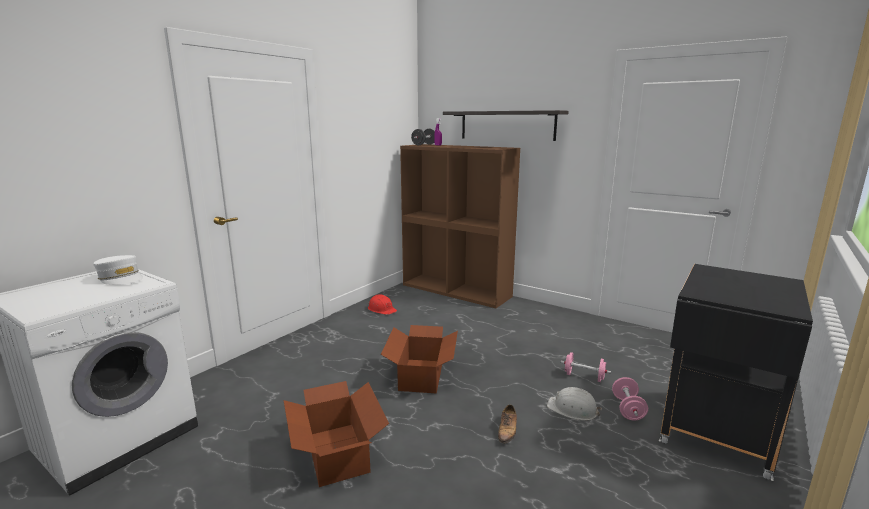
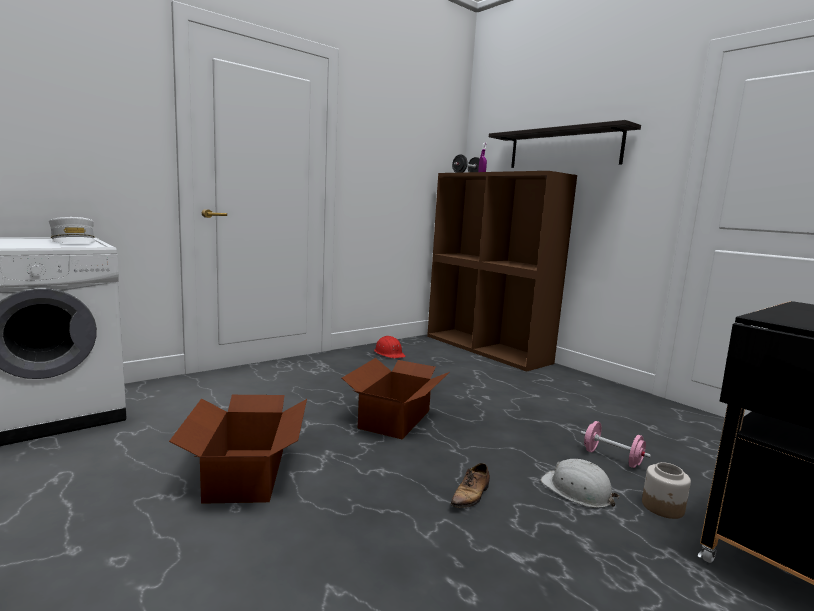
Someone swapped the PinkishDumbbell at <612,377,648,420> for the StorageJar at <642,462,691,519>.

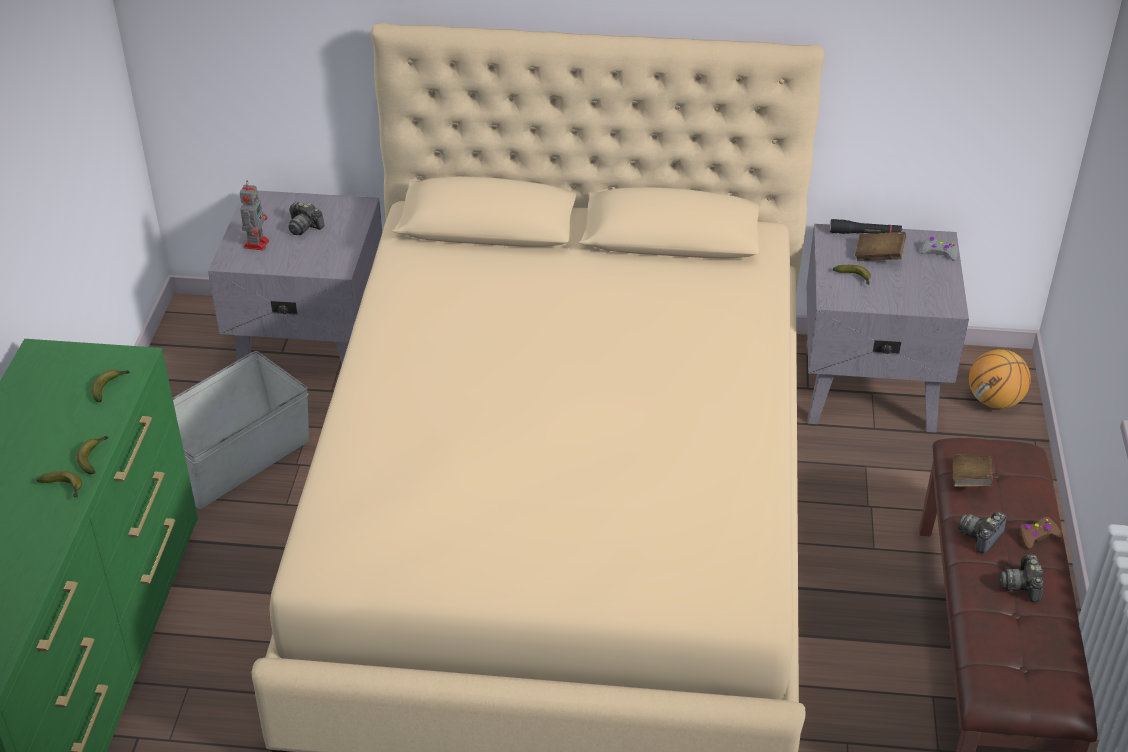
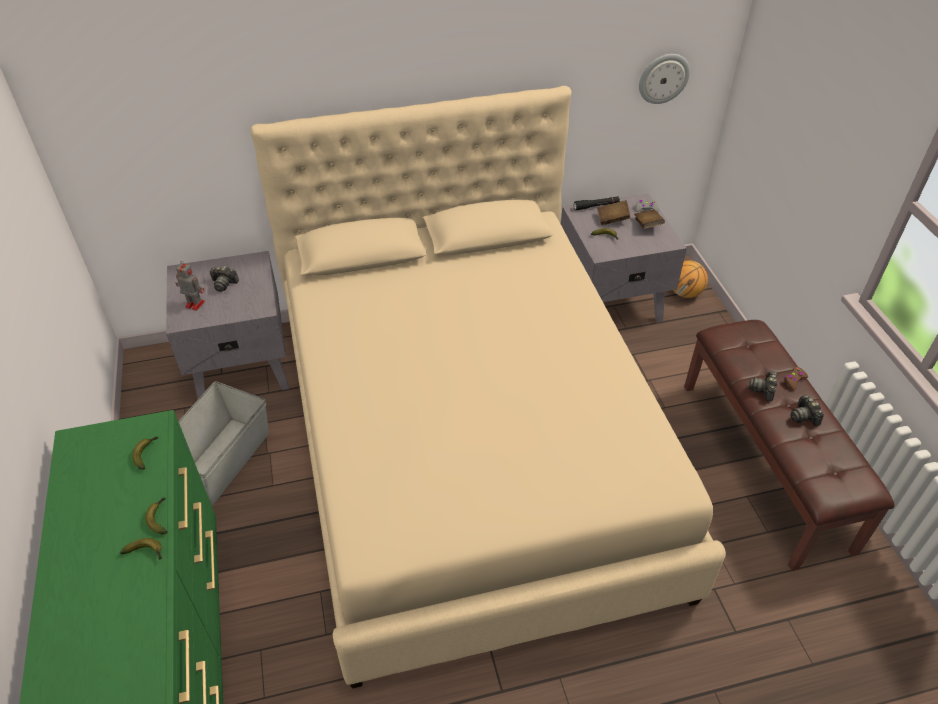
Someone put up the WallClock at <639,54,690,104>.
Someone carried the BrownBoundBook from <952,455,993,487> to <634,209,665,229>.
Someone rotated the ToyRobot at <240,181,269,250> by 60 degrees counterclockwise.

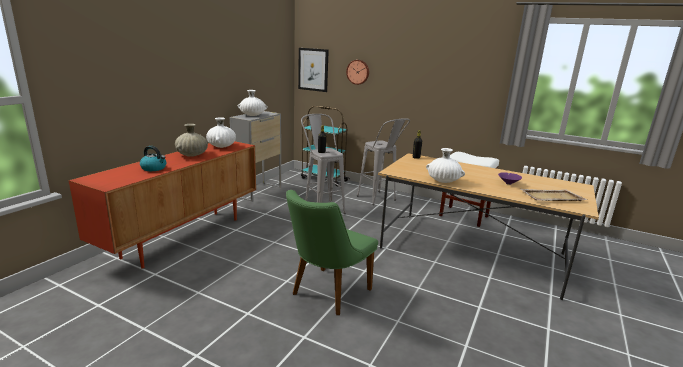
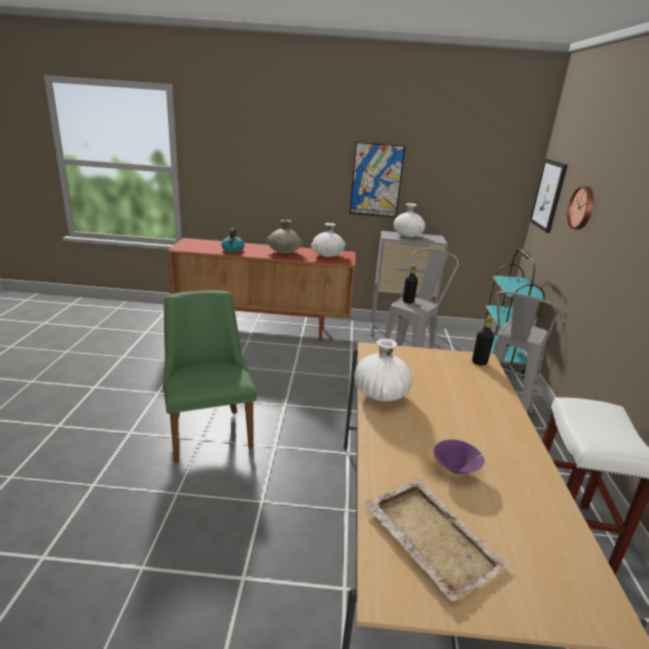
Someone put up the WallArt at <349,142,406,218>.
Someone rotated the GreenUprightChair at <286,190,378,315> by 60 degrees clockwise.

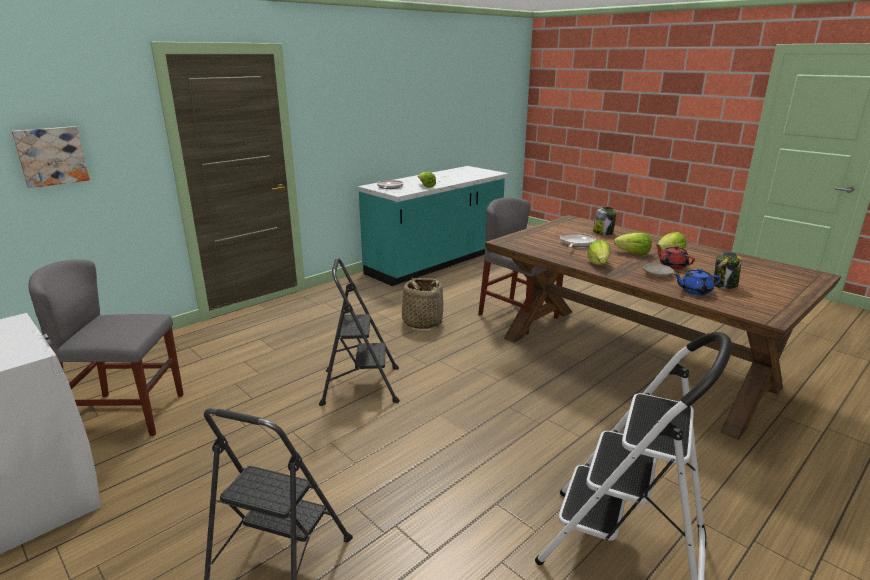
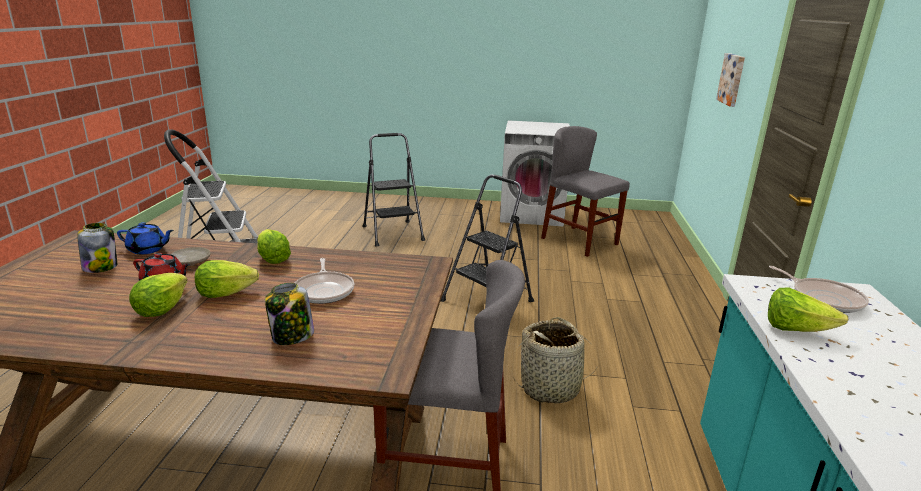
Someone rotated the GrayUprightChair at <28,259,184,436> by 90 degrees counterclockwise.
Someone rotated the BluishTeapot at <674,269,721,295> by 45 degrees clockwise.

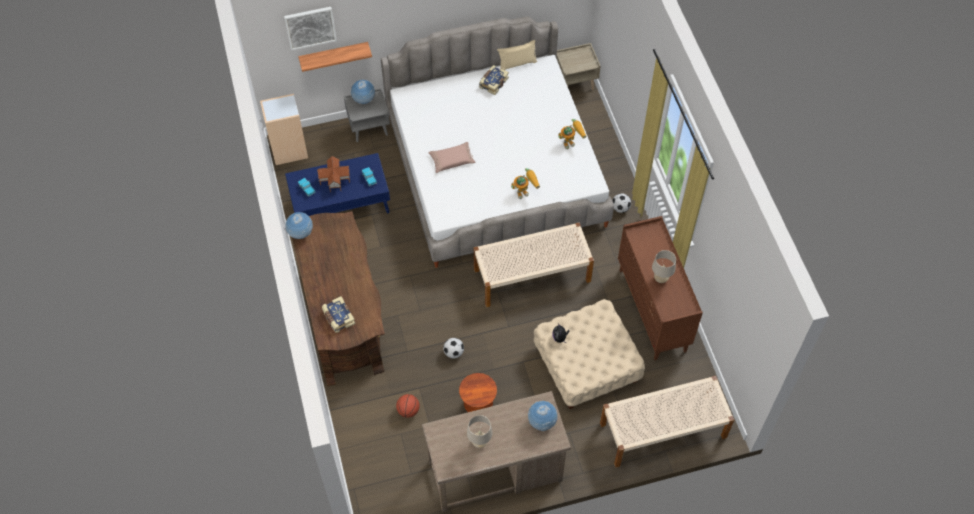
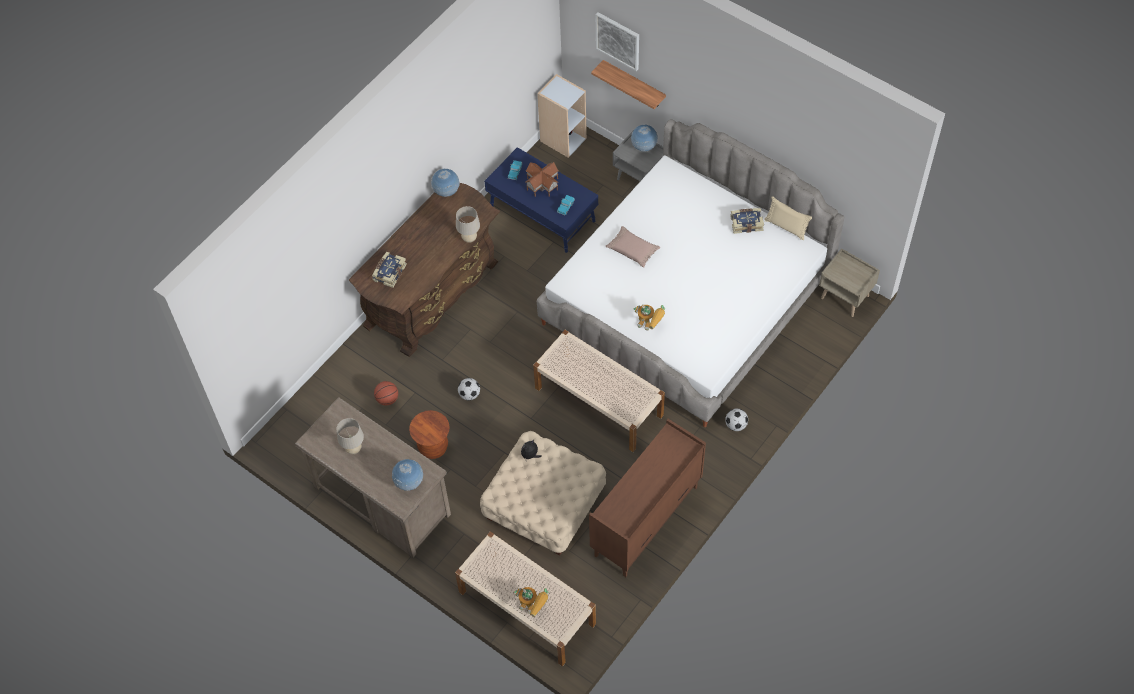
Someone carried the ToyRobot from <558,119,587,149> to <514,587,549,617>.
Someone carried the SandColouredTabletopLamp from <652,250,676,283> to <456,206,480,243>.

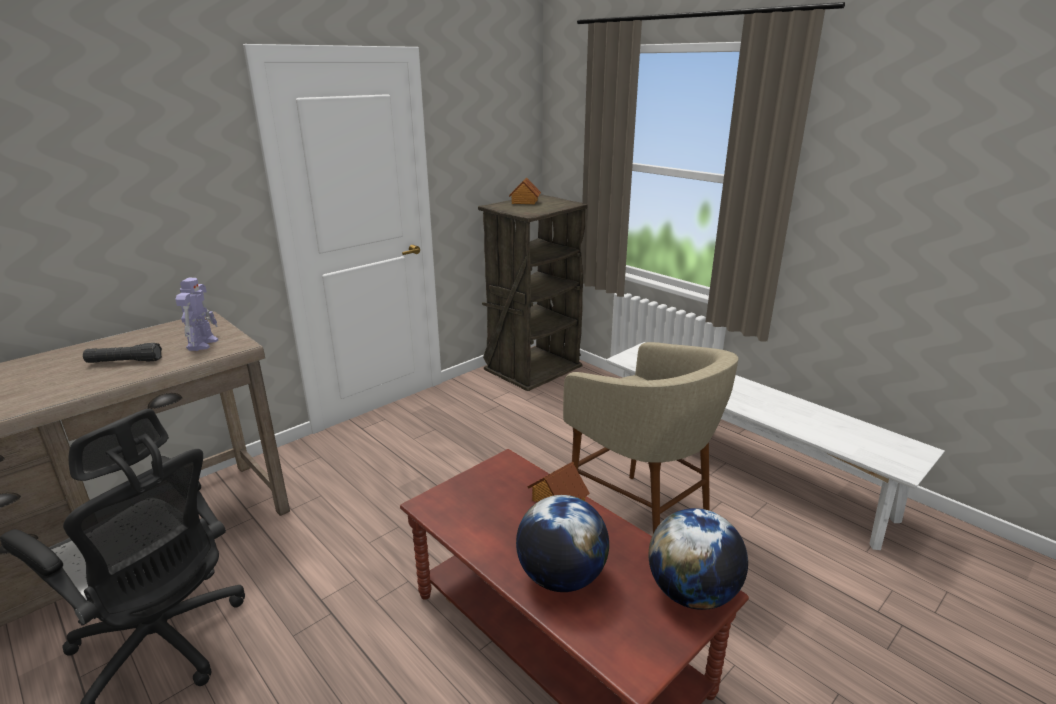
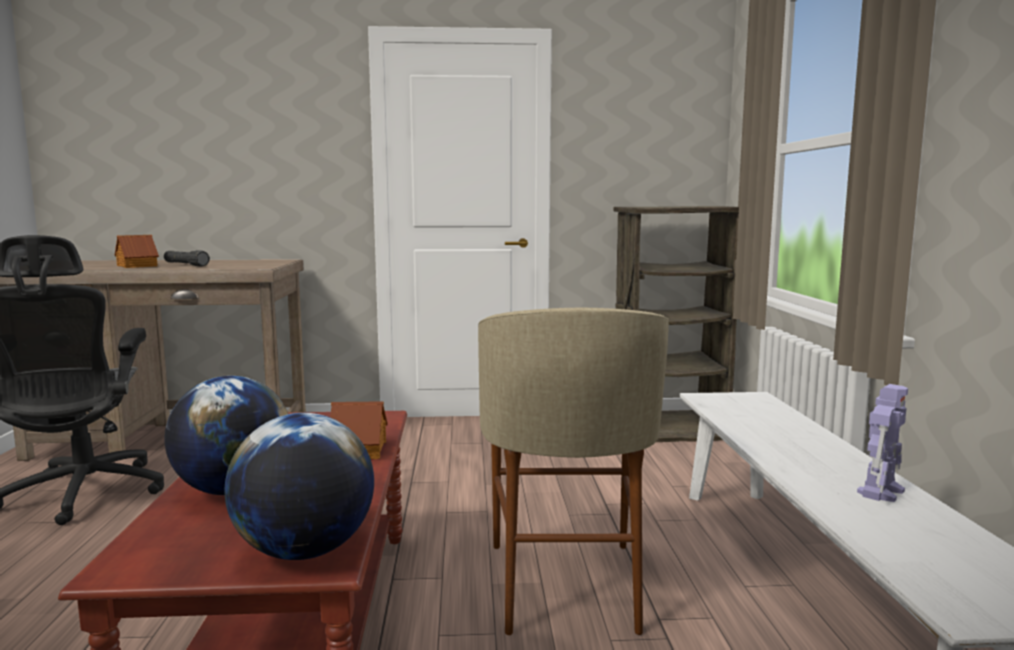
Someone carried the ToyRobot from <175,278,218,351> to <857,384,908,502>.
Someone carried the MiniatureHouse from <509,177,541,205> to <115,235,159,268>.

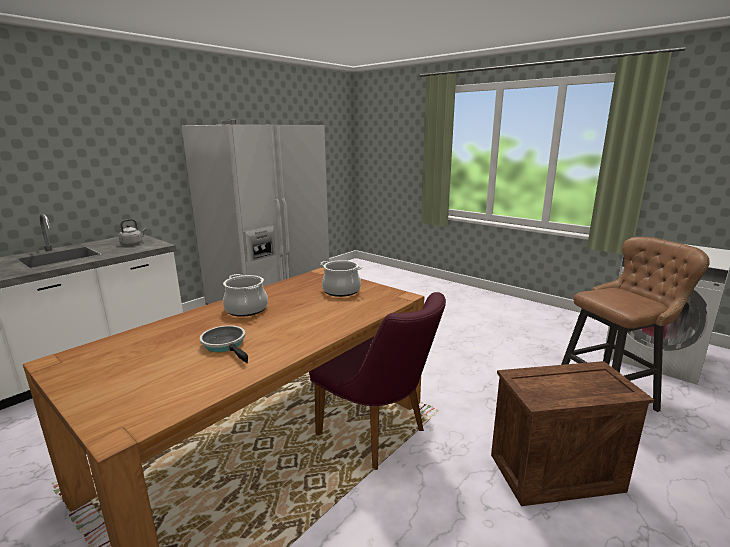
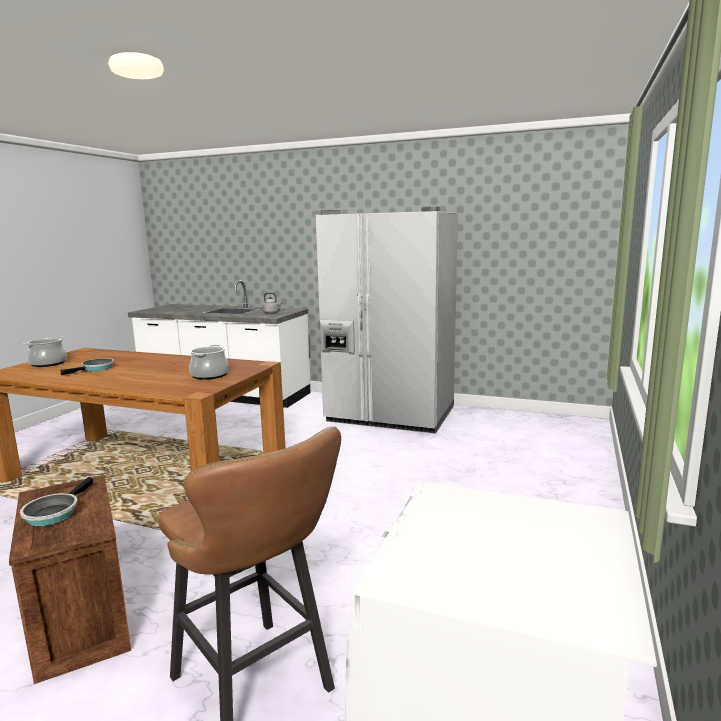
Someone took away the PurpleColouredUprightChair at <309,292,446,470>.
Someone put down the Pan at <20,477,93,526>.
Someone carried the Saucepot from <223,274,268,317> to <23,337,67,367>.

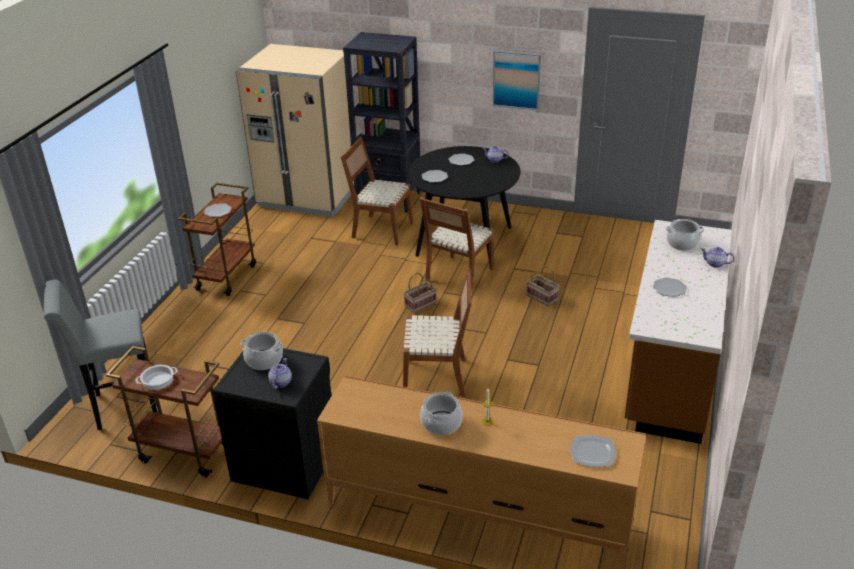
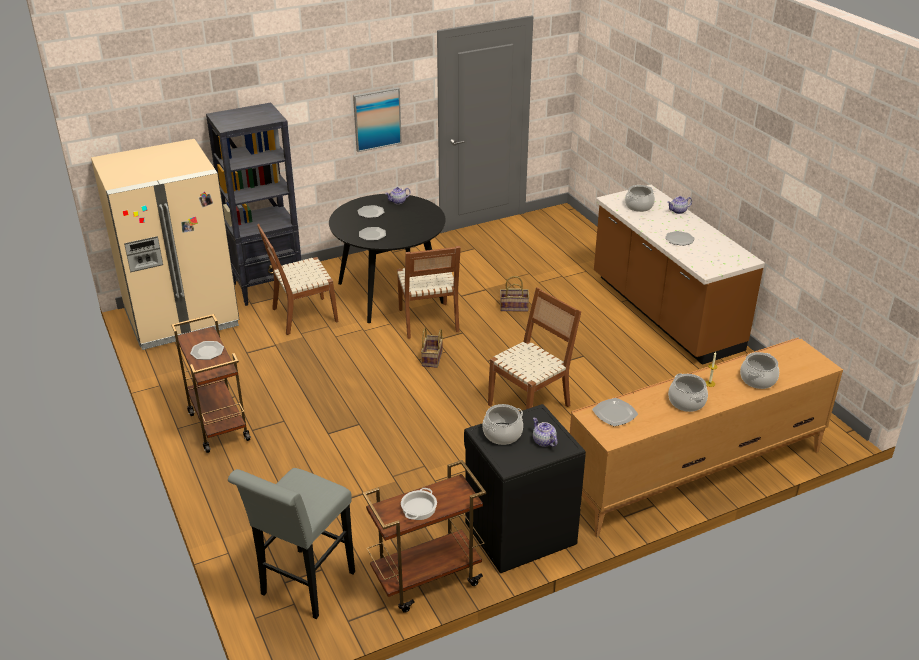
Someone put down the Saucepot at <740,352,779,389>.
Someone carried the FlatDish from <570,435,616,467> to <592,398,638,426>.

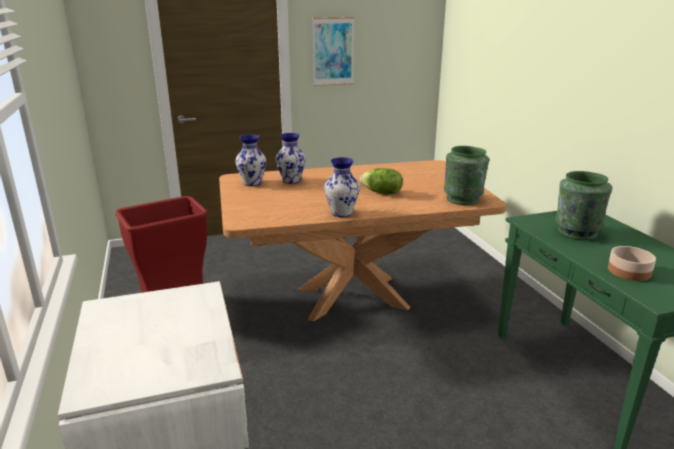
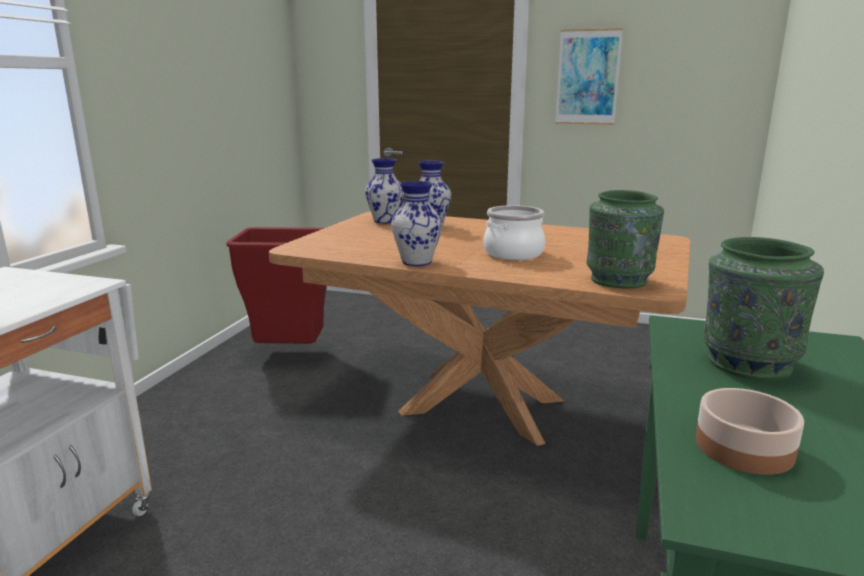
Someone swapped the HeadOfLettuce at <360,168,403,194> for the Saucepot at <483,205,545,260>.

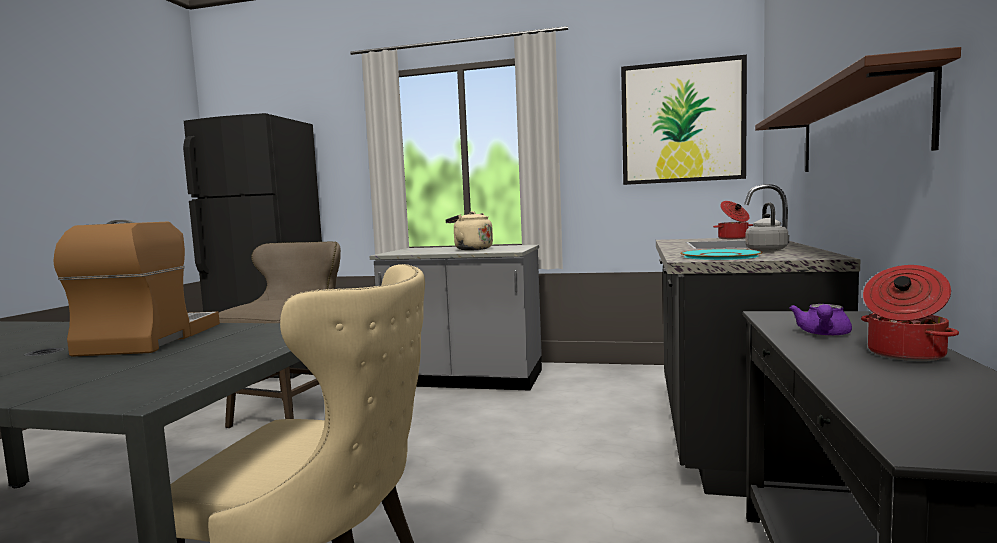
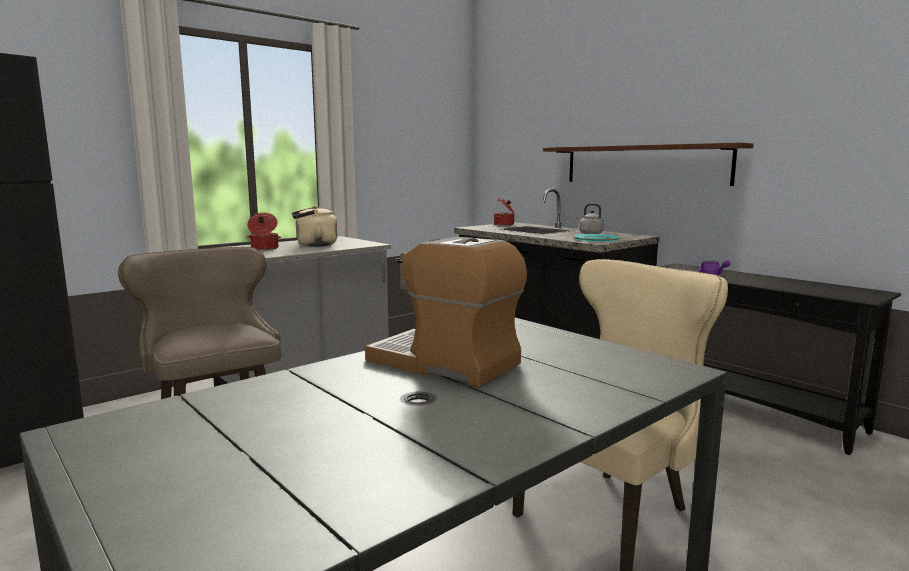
Someone took away the WallArt at <621,54,747,185>.
Someone carried the Saucepot from <861,265,959,361> to <247,213,281,250>.

